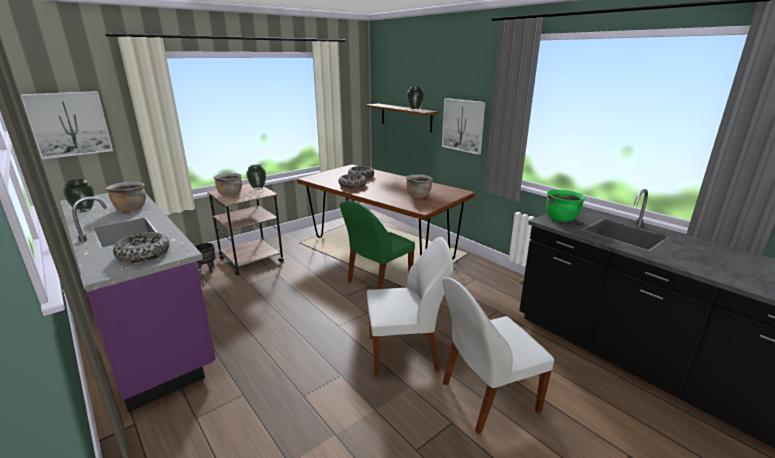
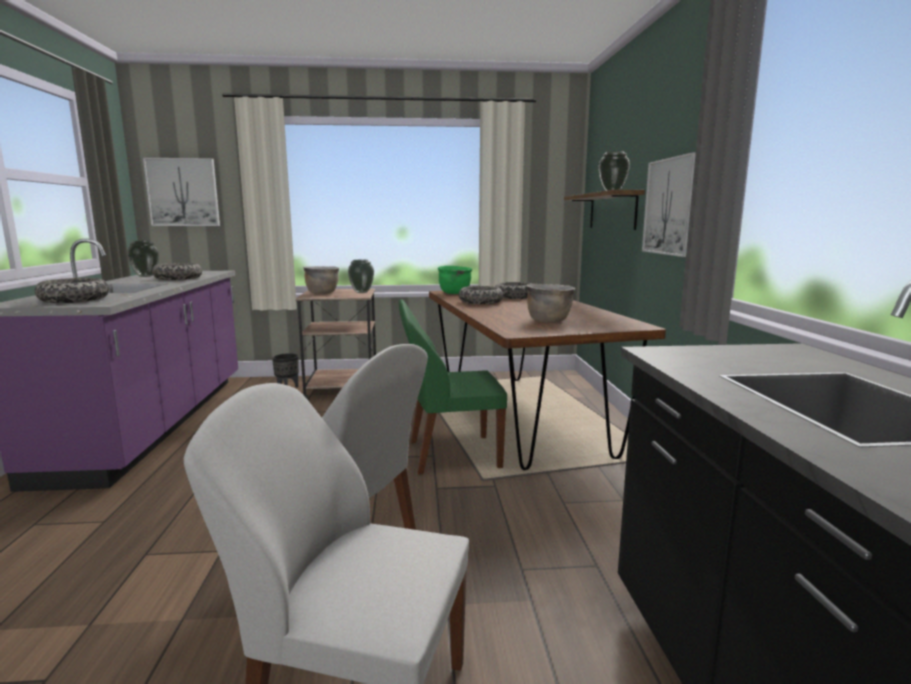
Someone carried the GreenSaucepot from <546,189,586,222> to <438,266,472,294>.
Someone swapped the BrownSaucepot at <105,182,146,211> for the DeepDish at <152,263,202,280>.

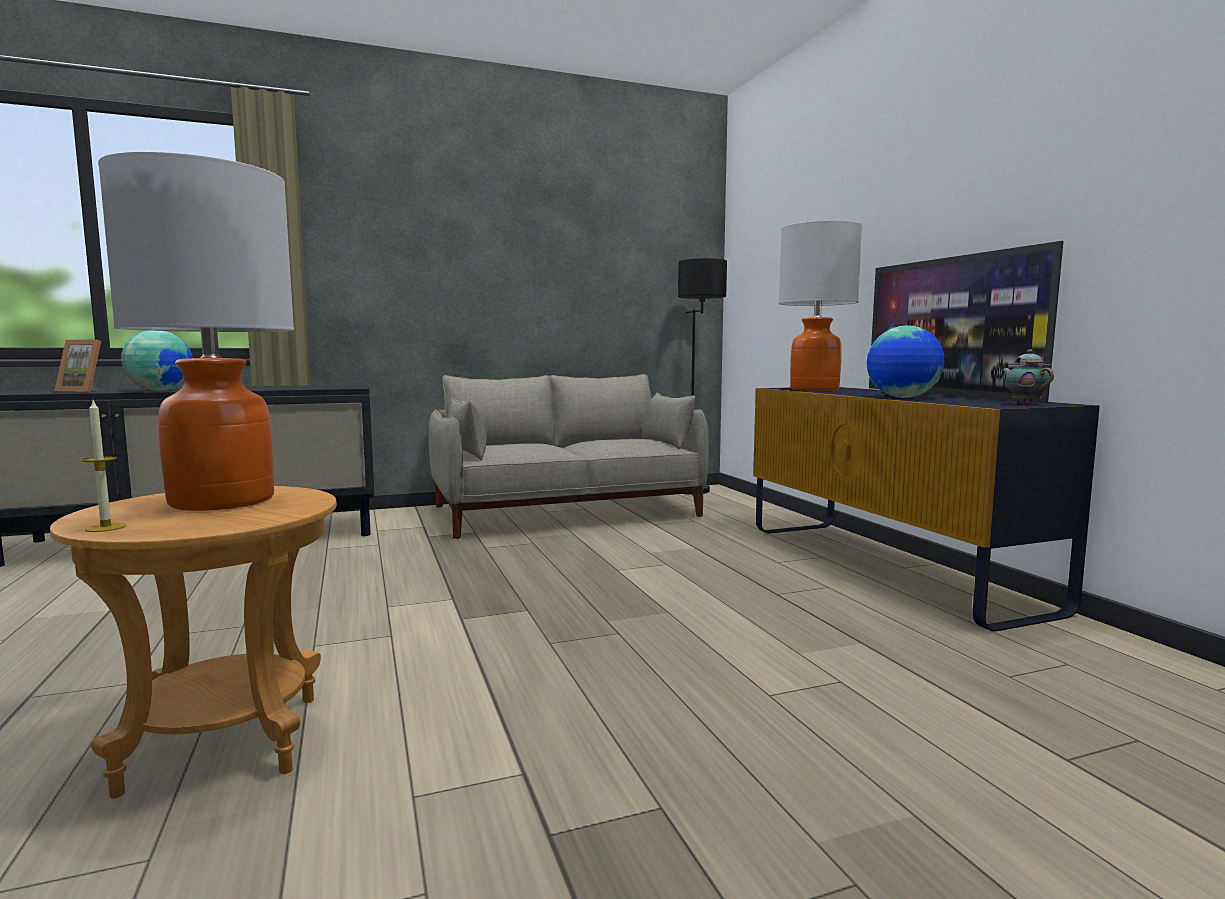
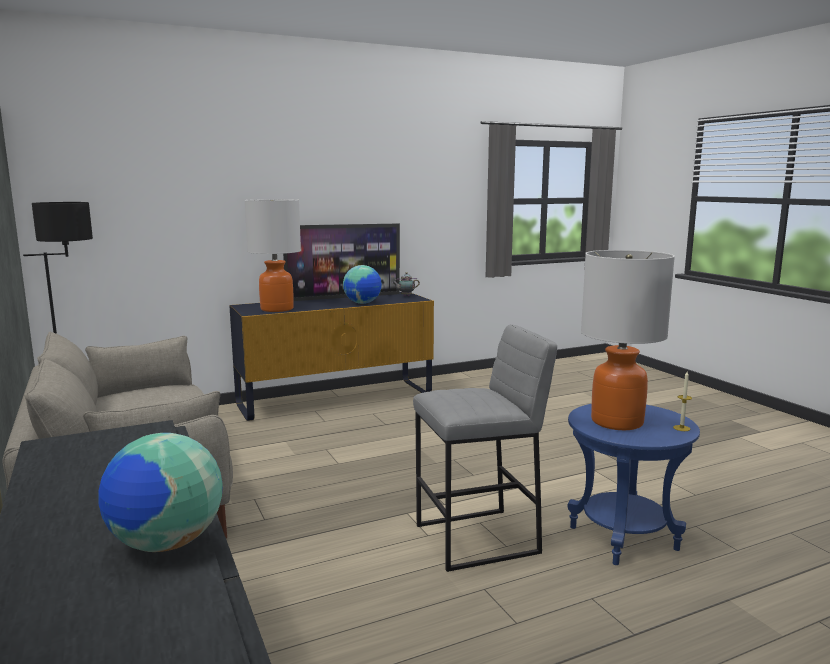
Someone took away the PhotoFrame at <54,340,101,393>.
Someone put down the GraySittingStool at <413,324,557,572>.
Someone repainted the BrownAccentTable at <50,486,337,799>, which became the BluishAccentTable at <567,404,700,565>.

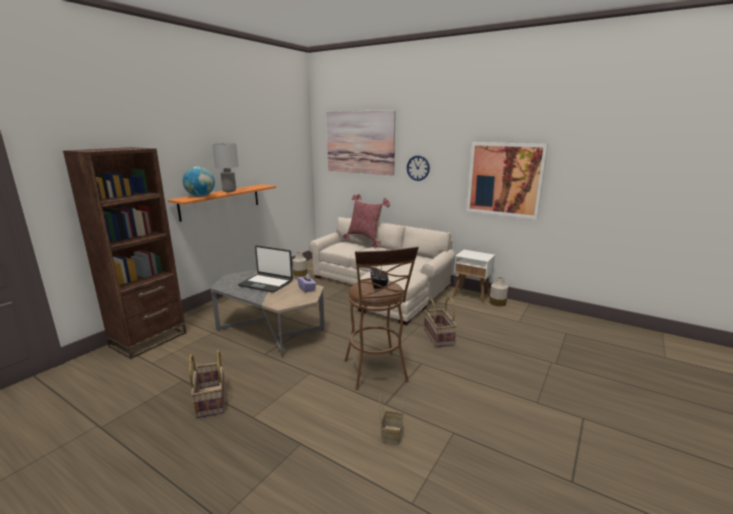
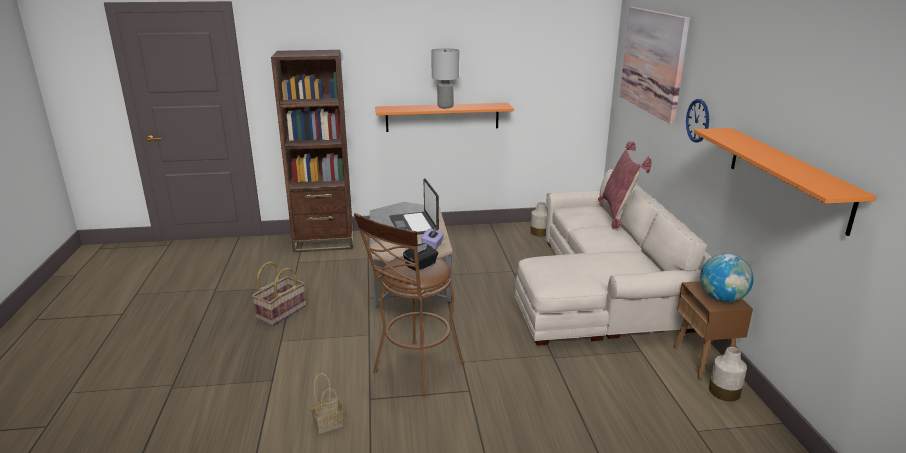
Someone took away the StorageBasket at <424,297,457,347>.
Someone carried the WorldGlobe from <183,167,215,197> to <700,254,754,302>.
Someone swapped the WallArt at <467,142,548,219> for the OrangeyBracketShelf at <694,128,877,236>.
Someone repainted the WhiteAccentTable at <453,250,495,303>, which became the BrownAccentTable at <673,281,753,380>.

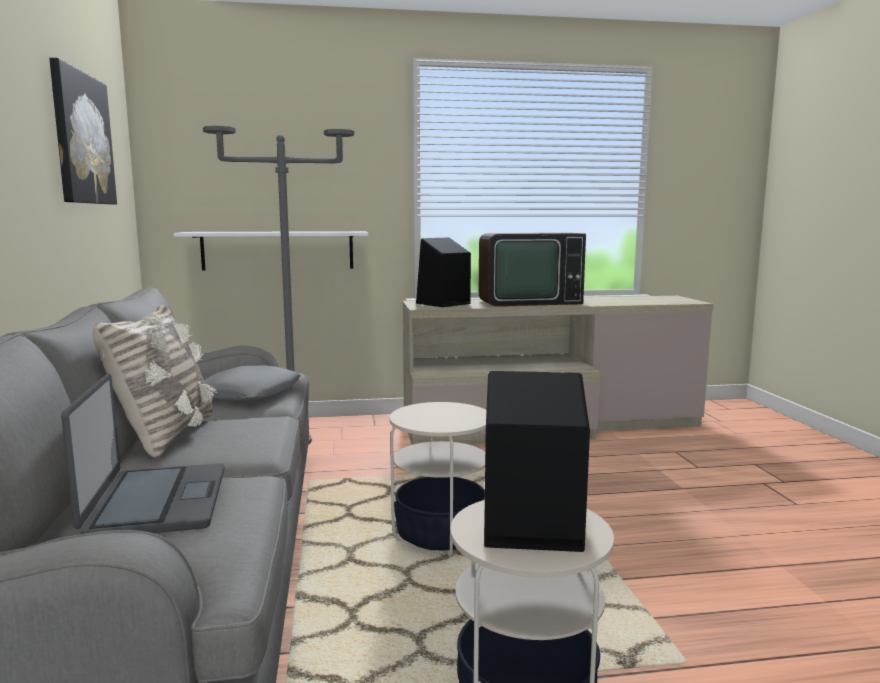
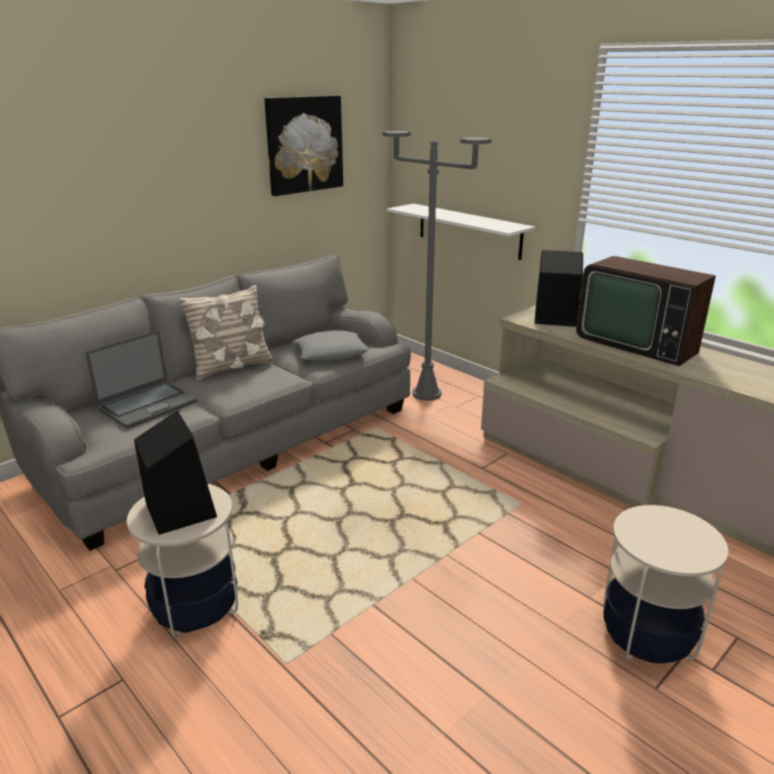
Someone carried the SandColouredAccentTable from <389,402,486,557> to <603,505,728,663>.

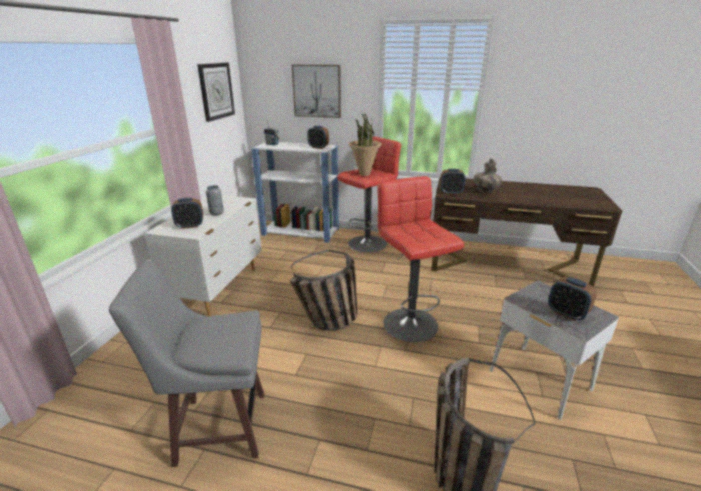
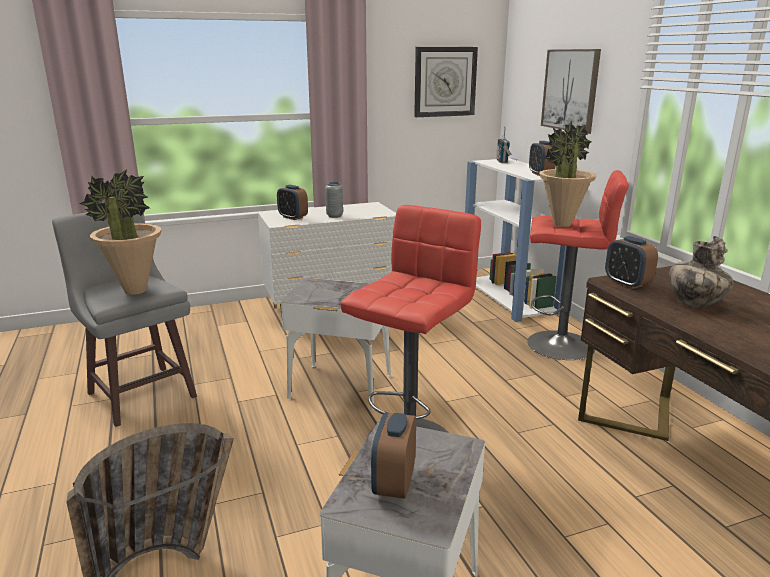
Someone put down the PlantInAPot at <80,169,161,295>.
Someone swapped the StorageBasket at <289,250,357,331> for the AccentTable at <281,278,391,411>.

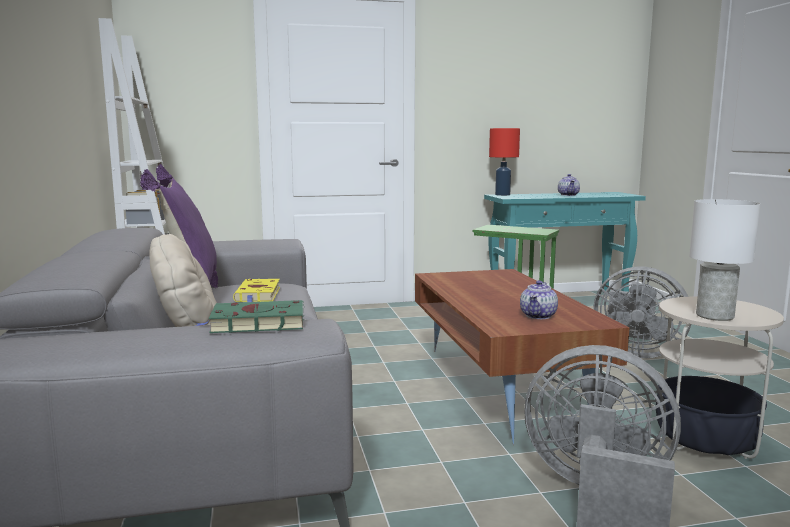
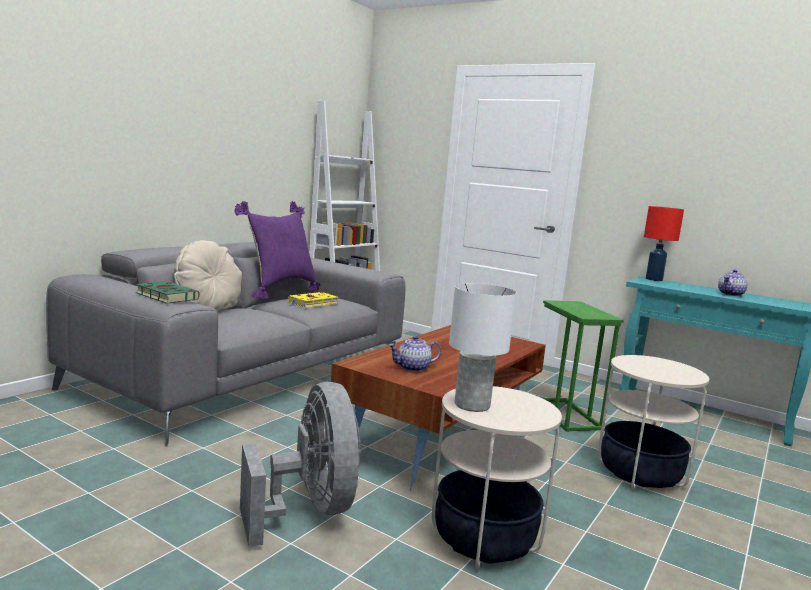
Someone swapped the GrayFan at <593,267,691,358> for the SandColouredAccentTable at <598,355,709,490>.

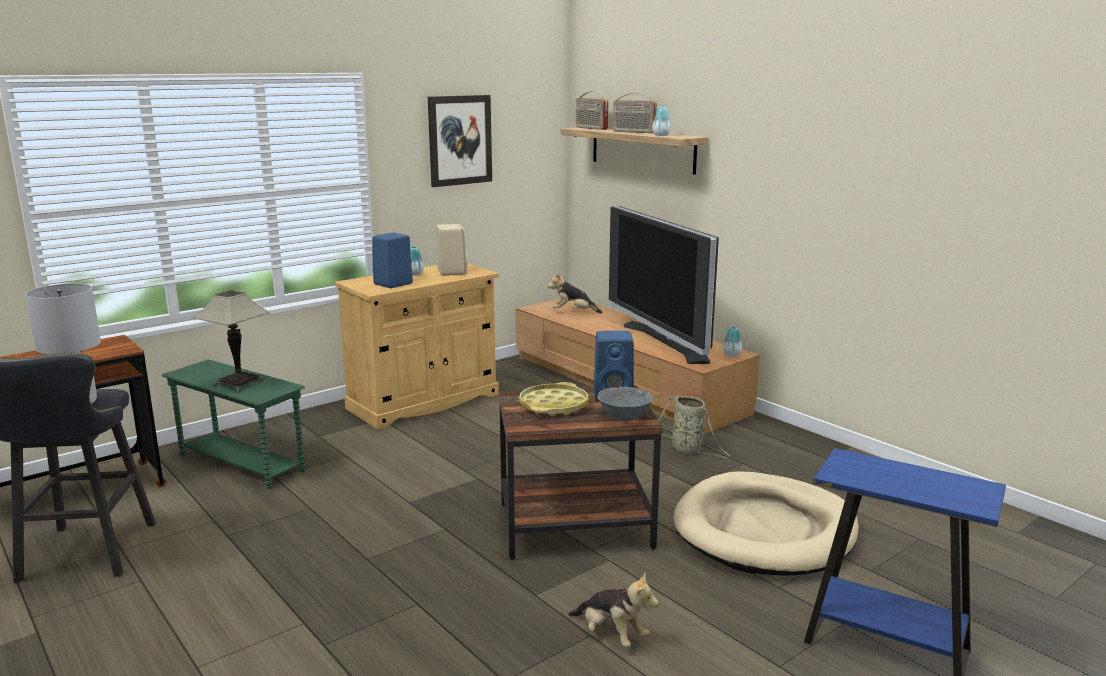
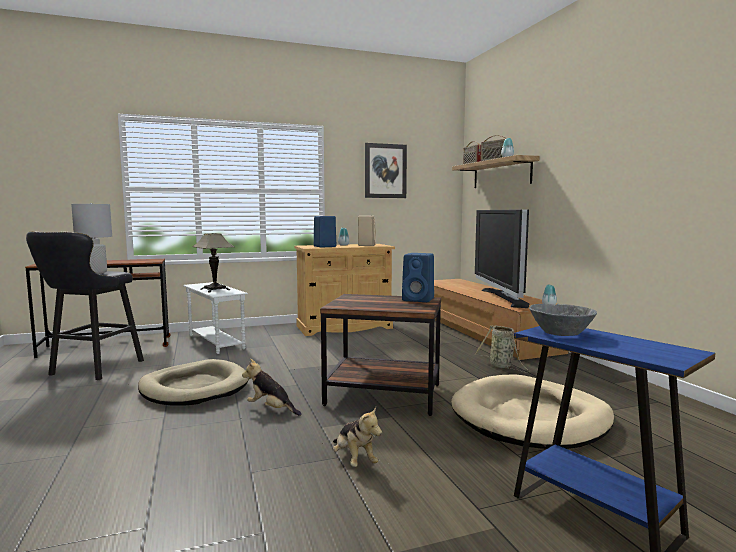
Someone took away the YellowColouredServingTray at <519,382,588,416>.
Someone put down the SandColouredPetBed at <138,359,249,406>.
Someone carried the CuddlyToy from <548,273,603,313> to <242,359,302,416>.
Someone carried the GrayDeepDish from <597,387,653,421> to <529,304,597,336>.
Someone repainted the GreenAccentTable at <162,359,305,489>, which became the WhiteAccentTable at <183,282,248,354>.

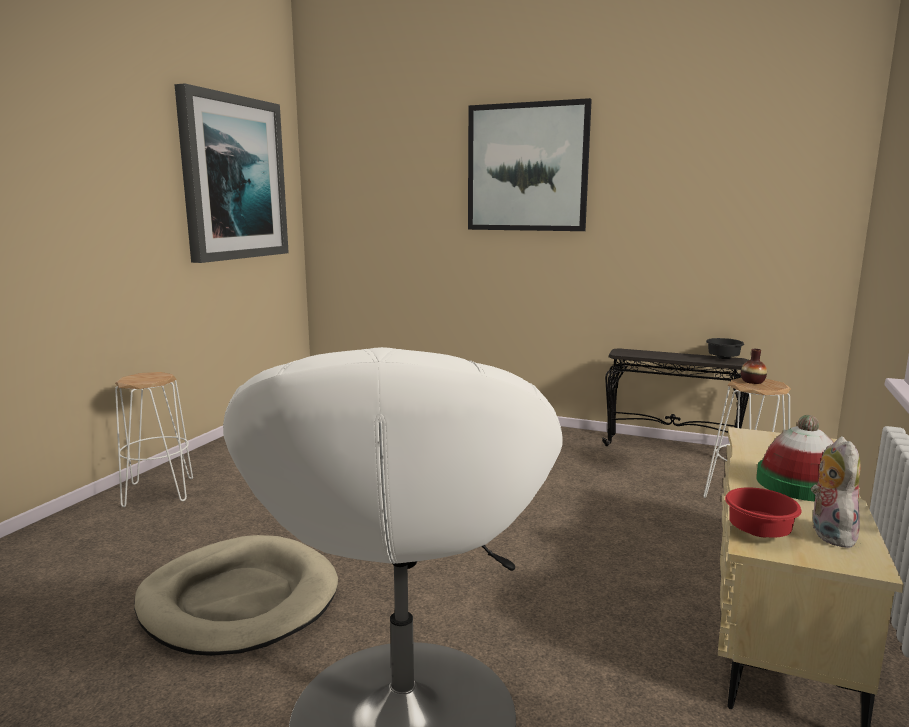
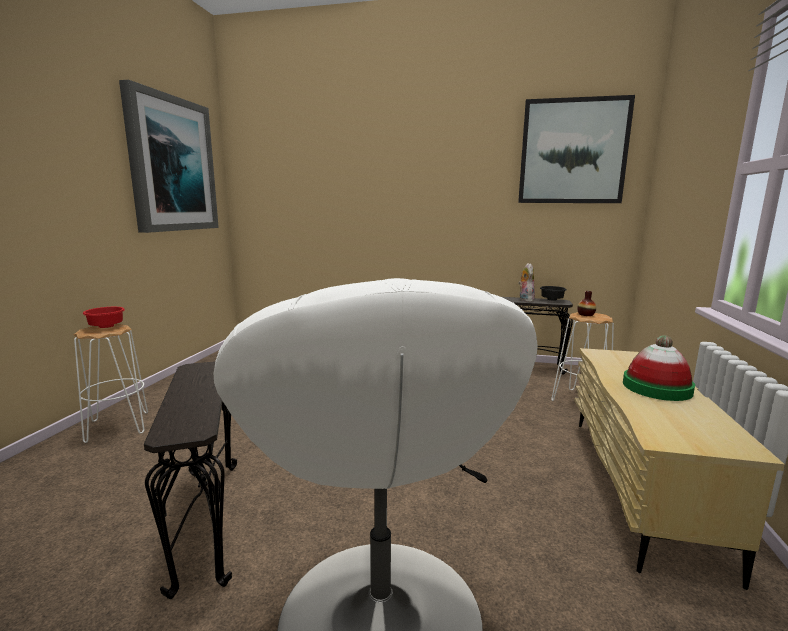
Someone carried the WallArt from <468,98,592,231> to <518,95,635,203>.
Someone carried the RedDeepDish from <725,487,802,538> to <83,307,125,328>.
Someone carried the CuddlyToy from <811,436,861,548> to <518,263,535,302>.
Someone swapped the SandColouredPetBed at <134,535,338,656> for the BlackAccentTable at <144,361,237,599>.

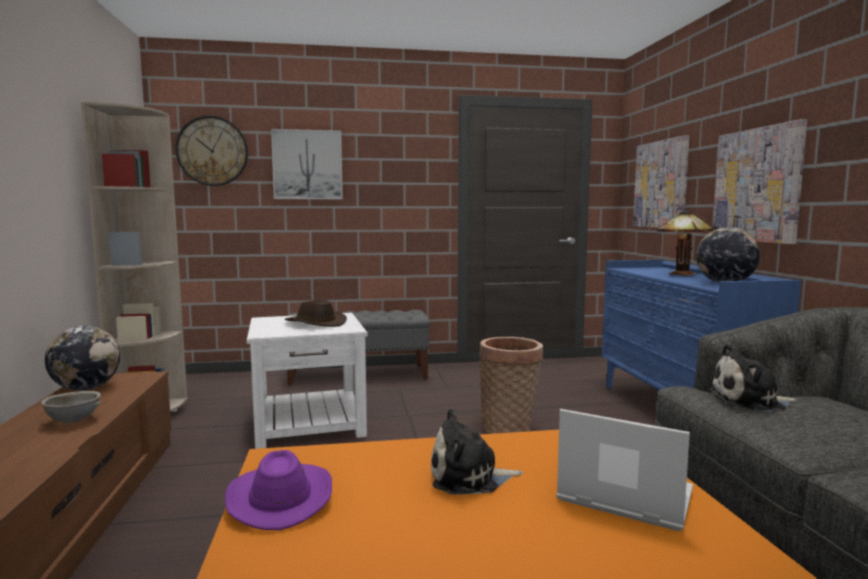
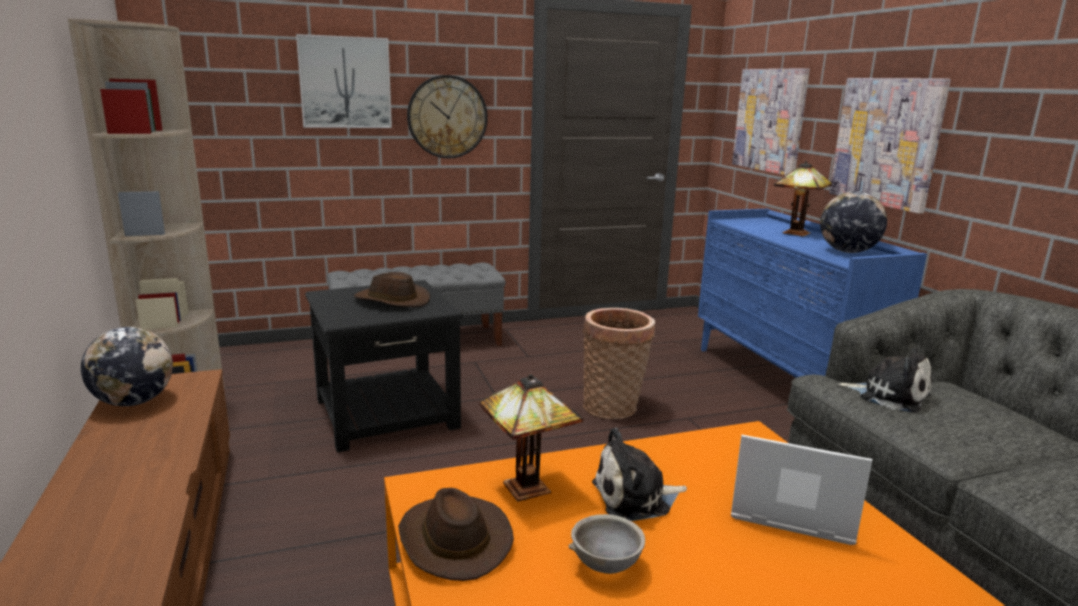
Someone put down the TabletopLamp at <479,374,583,501>.
Someone carried the GrayDeepDish from <41,391,101,423> to <569,514,645,574>.
Someone carried the WallClock from <175,116,248,186> to <407,75,488,158>.
Someone repainted the PurpleColouredWearableHat at <225,450,332,530>, which became the BrownWearableHat at <398,488,514,581>.
Someone repainted the WhiteAccentTable at <247,313,368,449>, which became the BlackAccentTable at <305,280,463,453>.
Someone rotated the CuddlyToy at <708,344,797,411> by 135 degrees counterclockwise.

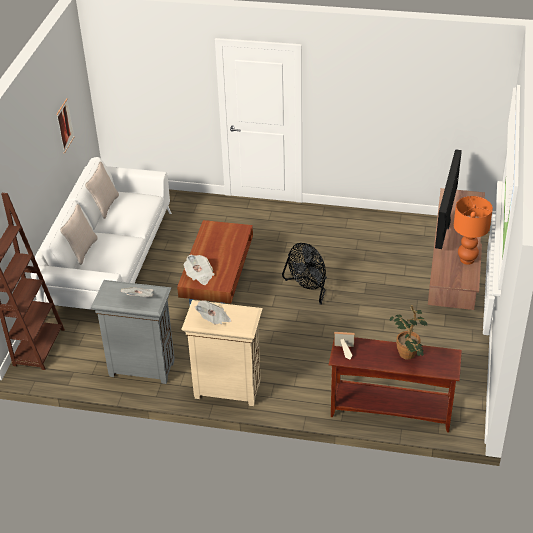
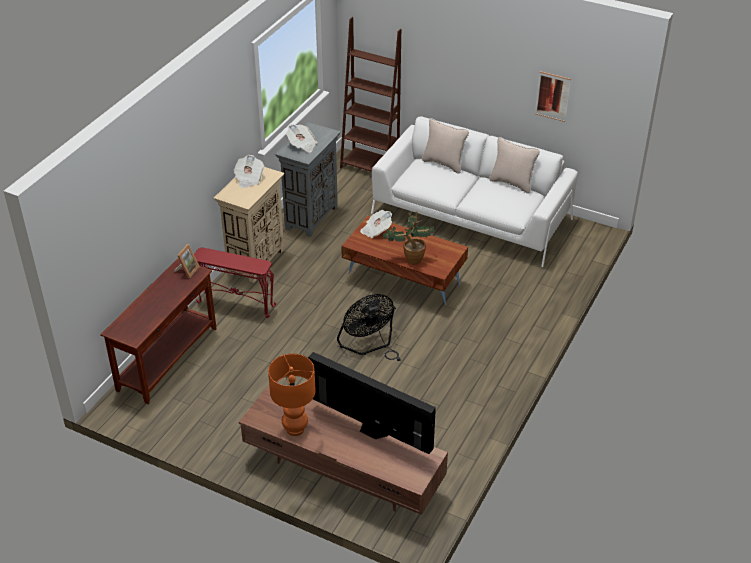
Someone put down the RedAccentTable at <194,247,276,318>.
Someone carried the PlantInAPot from <390,305,428,360> to <383,211,435,265>.

